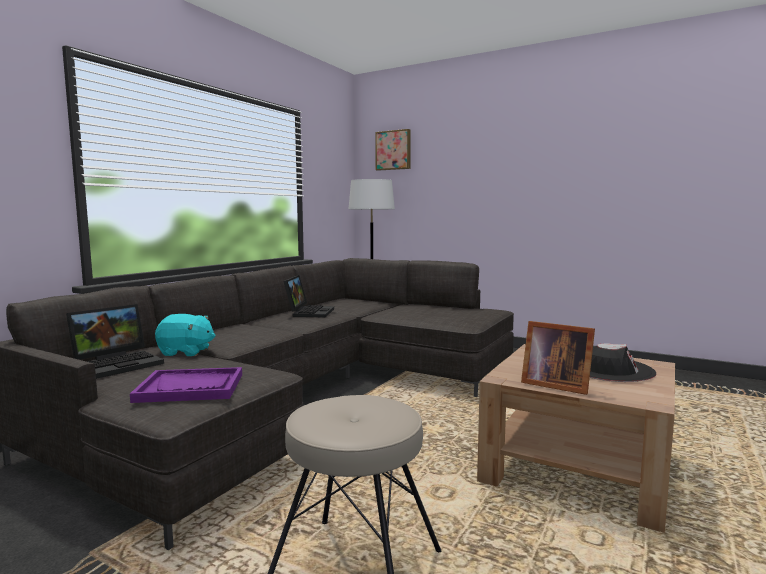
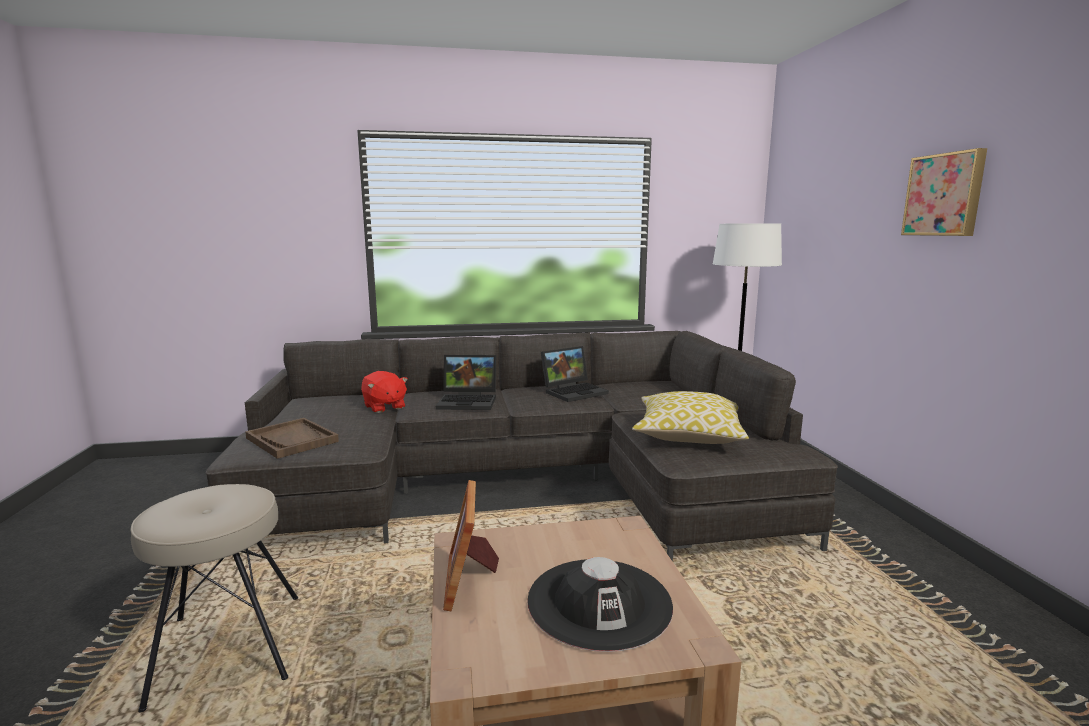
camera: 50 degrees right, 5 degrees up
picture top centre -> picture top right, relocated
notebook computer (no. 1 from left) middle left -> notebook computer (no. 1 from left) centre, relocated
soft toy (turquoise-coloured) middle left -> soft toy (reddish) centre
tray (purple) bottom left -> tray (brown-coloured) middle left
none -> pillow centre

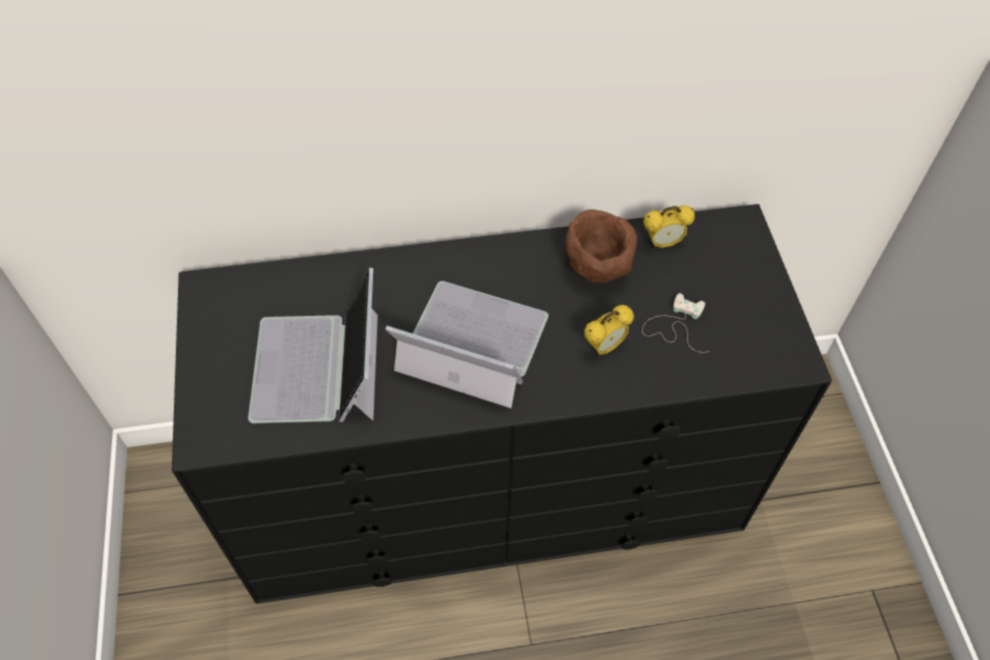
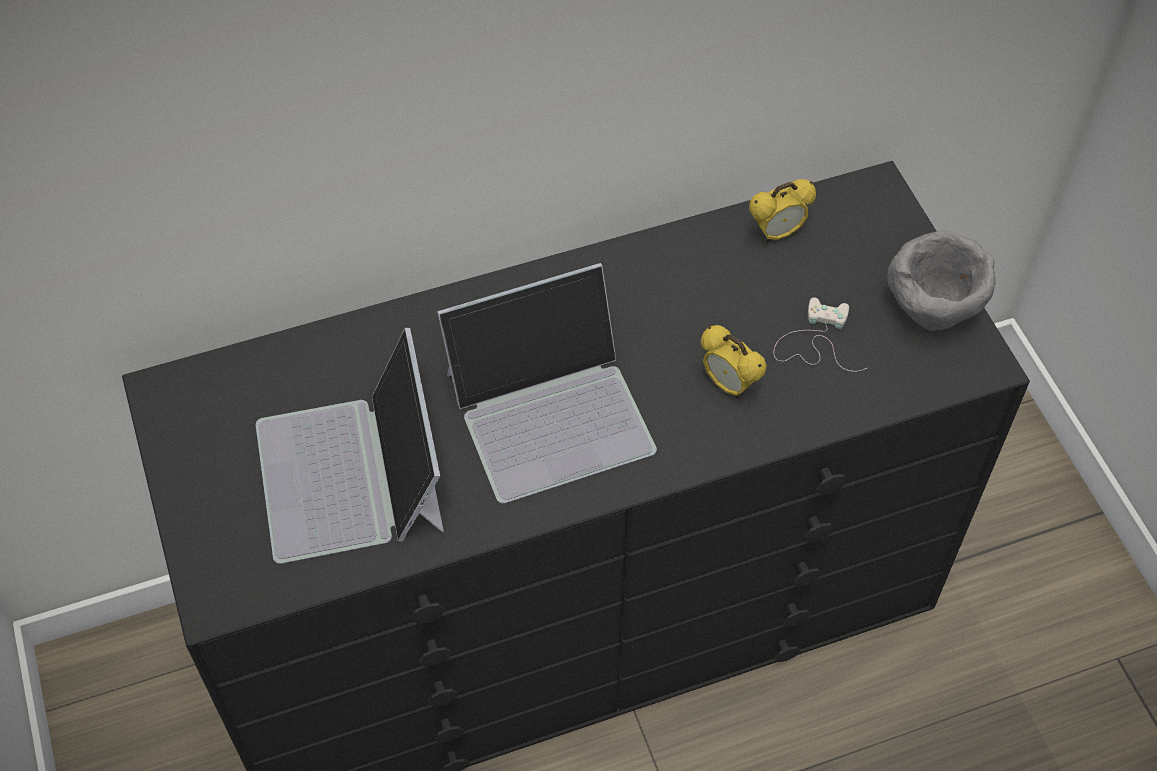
camera: 10 degrees left, 0 degrees up
serving bowl (brown-coloured) centre -> none
notebook computer (no. 2 from left) centre, 150 degrees clockwise
bedside clock (no. 1 from left) centre, 90 degrees clockwise
none -> serving bowl (greyish) middle right

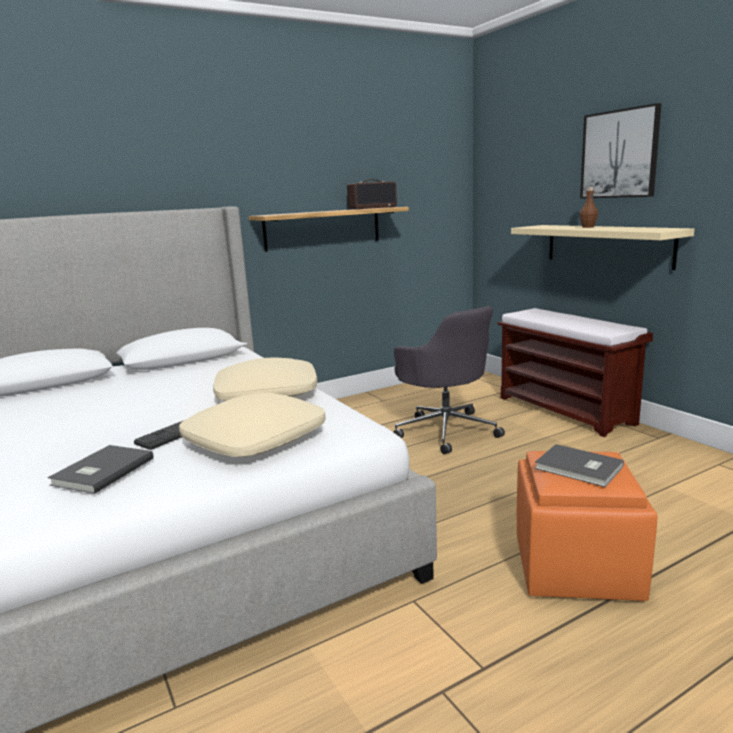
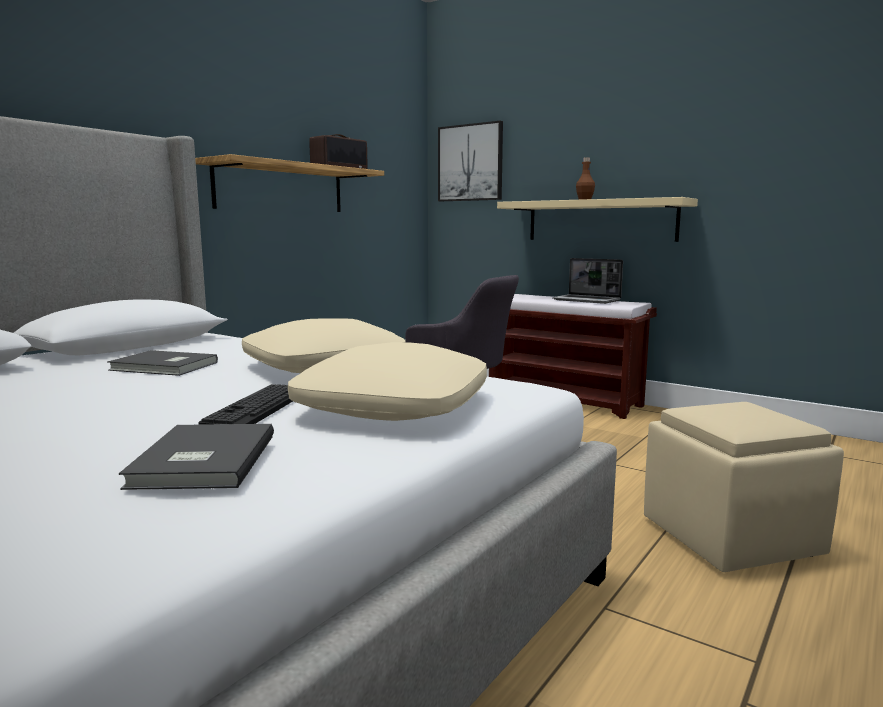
camera: 25 degrees left, 5 degrees down
picture top right -> picture top centre, relocated
bound book (greyish) (no. 2 from left in the first image) middle right -> bound book (greyish) (no. 1 from left) middle left, relocated
ottoman (orange) bottom right -> ottoman (beige) bottom right
none -> notebook computer centre

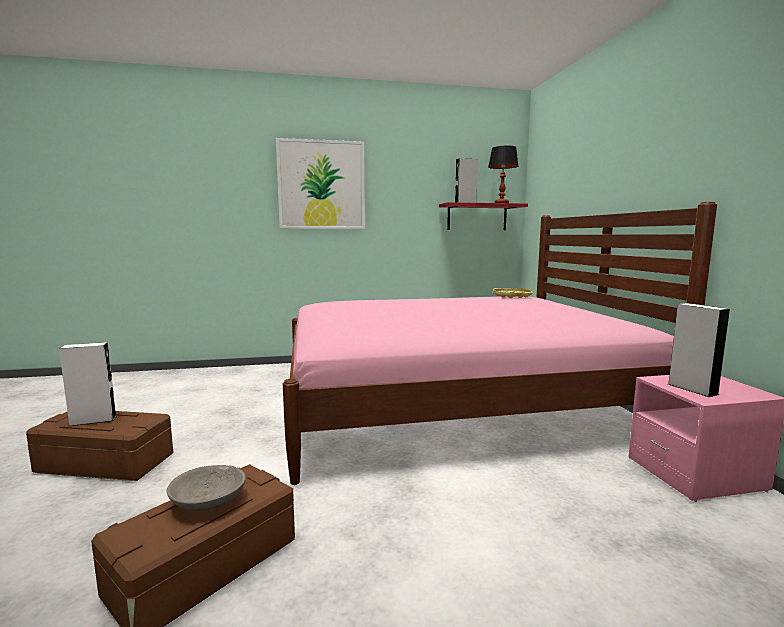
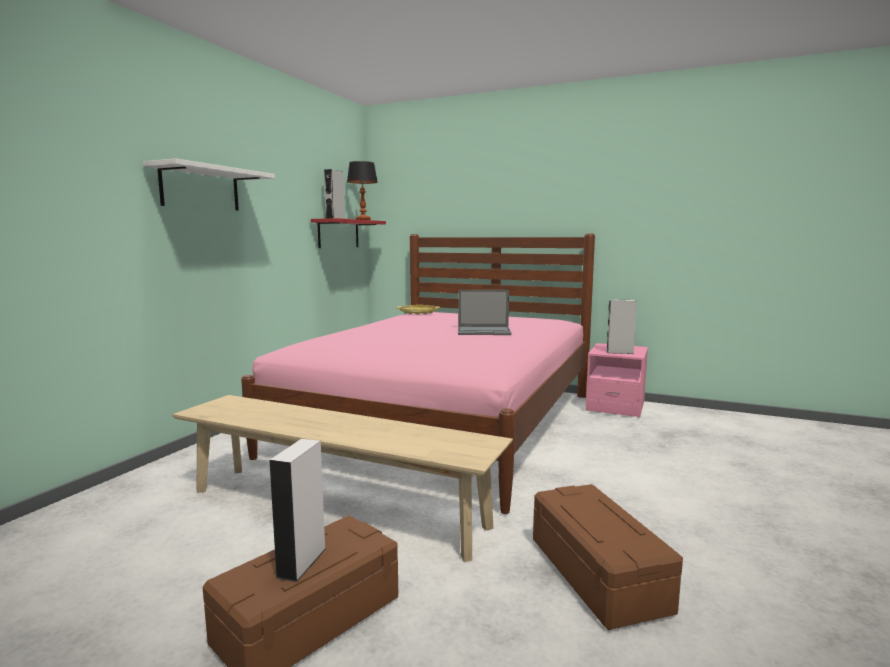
camera: 55 degrees left, 0 degrees up
picture top centre -> wall shelf (white-coloured) top left
serving bowl (greyish) bottom left -> none
none -> notebook computer centre
none -> indoor bench (beige) bottom centre

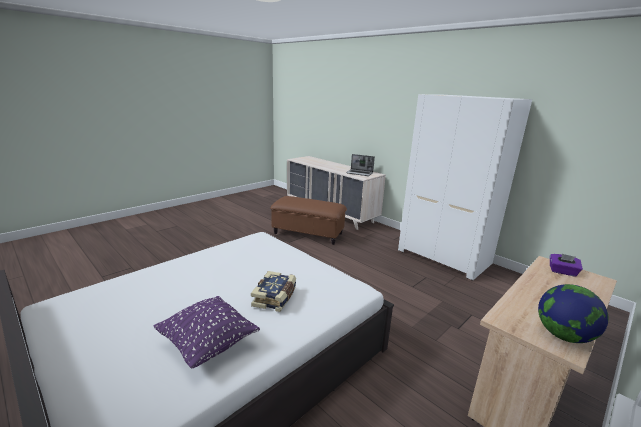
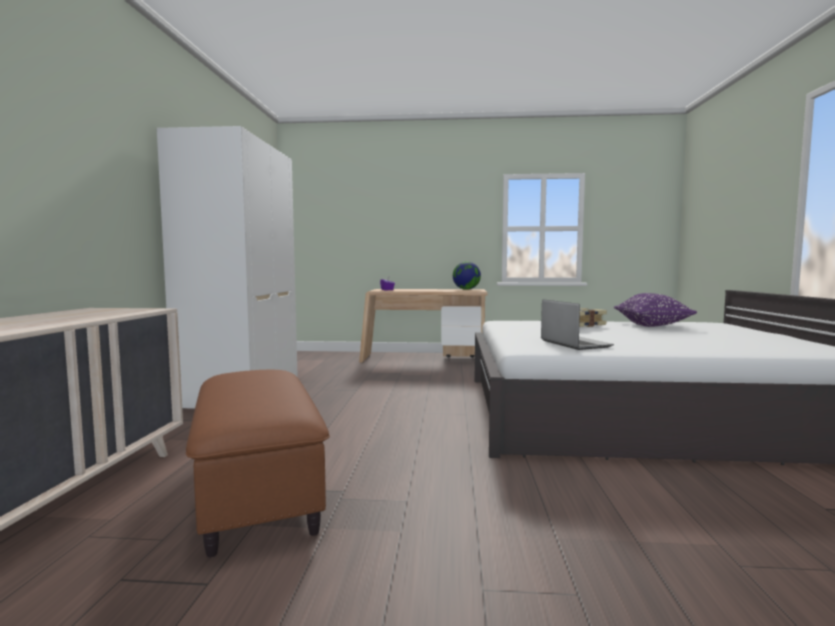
camera: 130 degrees left, 15 degrees down
notebook computer centre -> notebook computer middle right, relocated

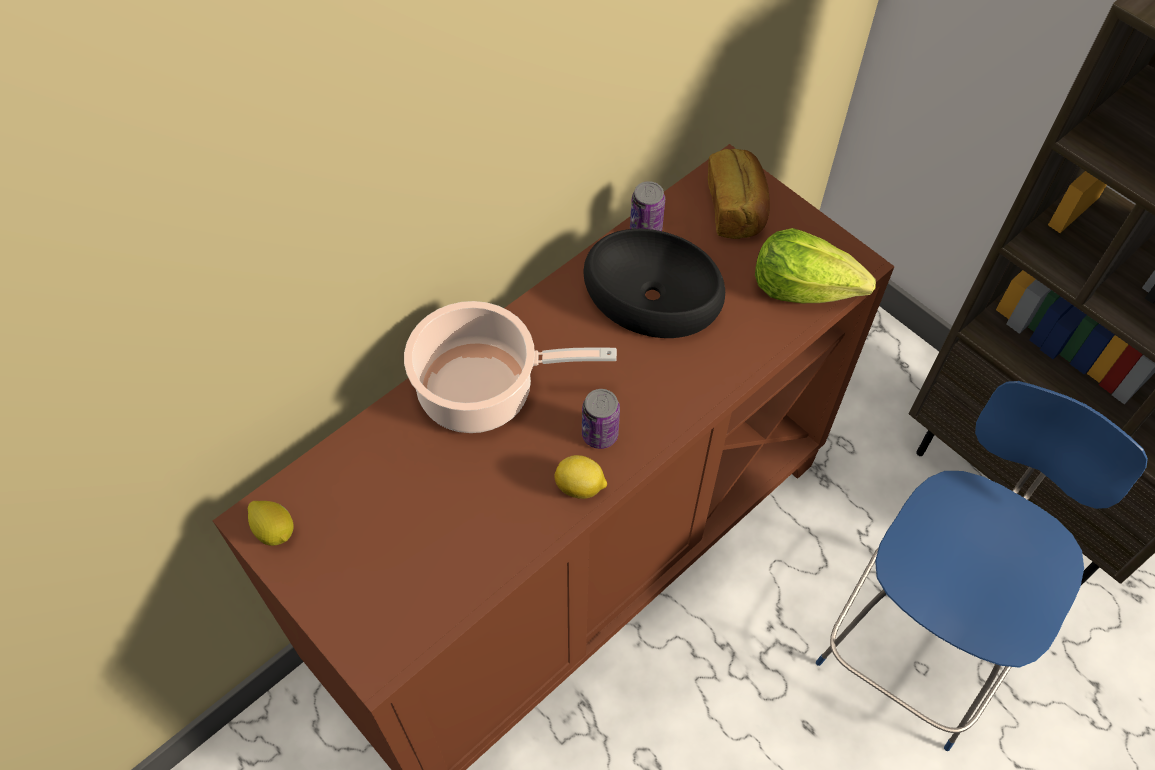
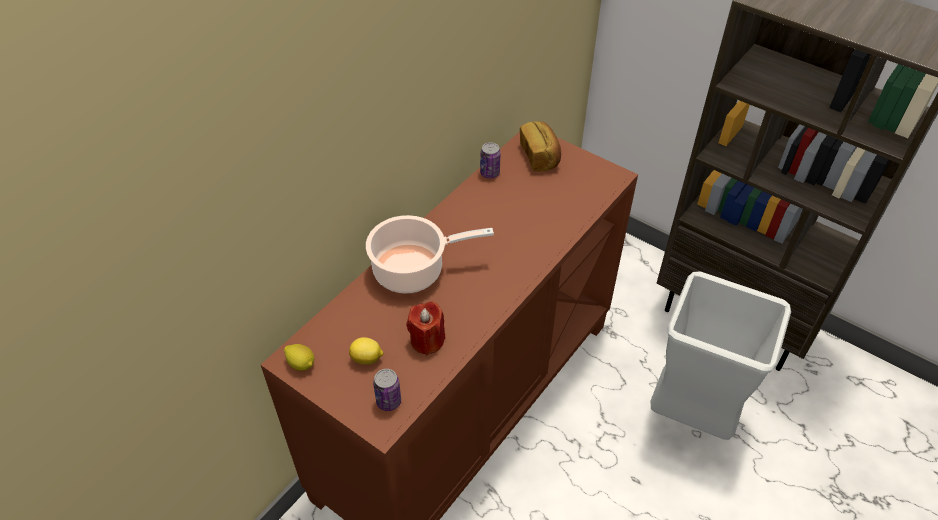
camera: 10 degrees left, 10 degrees down
lettuce head middle right -> none
serving bowl (black) centre -> none
plain chair (blue) bottom right -> waste bin (greyish) bottom right
metal can (no. 1 from left) centre -> metal can (no. 1 from left) bottom centre, relocated
citrus fruit (no. 2 from left) centre -> citrus fruit (no. 2 from left) bottom centre, relocated
none -> wax candle (reddish) centre

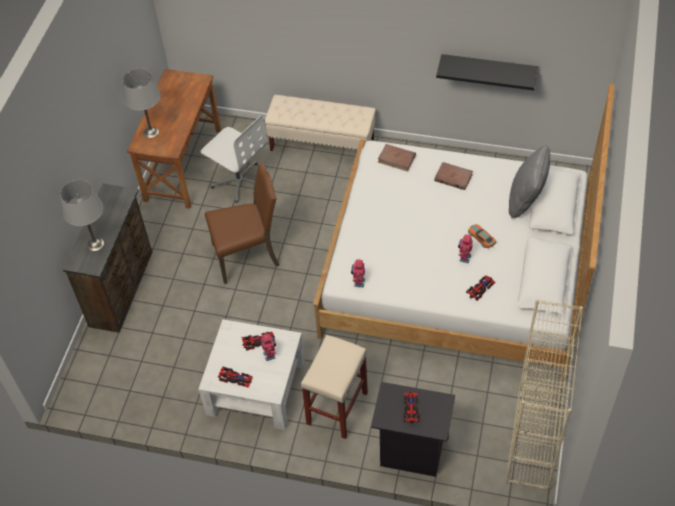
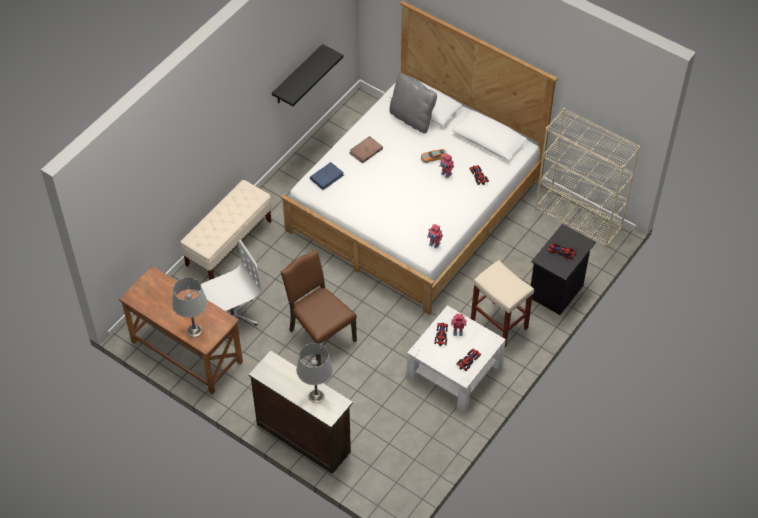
camera: 70 degrees left, 0 degrees up
bound book (brown-coloured) (no. 1 from left) top centre -> bound book (blue) centre
plain chair (brown-coloured) centre, 45 degrees counterclockwise

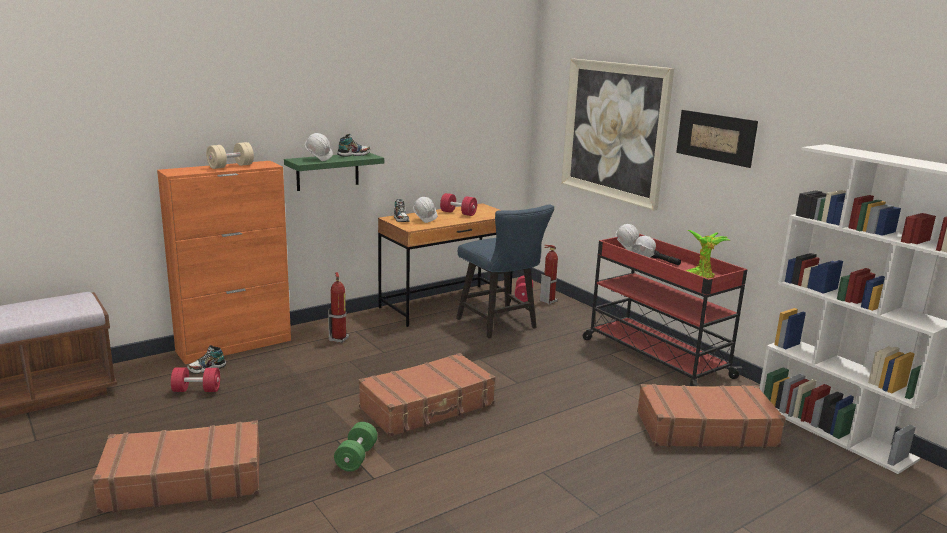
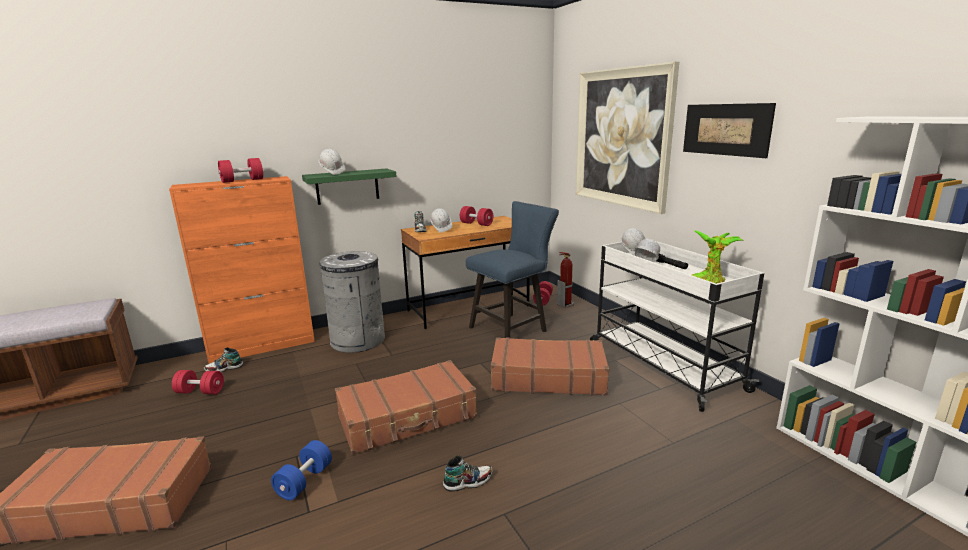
camera: 10 degrees right, 0 degrees up
low shoe (no. 2 from left in the first image) top centre -> low shoe (no. 3 from left) bottom centre, relocated
hand weight (beige) top left -> hand weight (reddish) (no. 2 from left) top left
plain chair (blue) centre, 105 degrees counterclockwise
wheeled cart (reddish) middle right -> wheeled cart (white-coloured) middle right
fire extinguisher (no. 1 from left) centre -> waste bin (greyish) centre
piece of luggage (brown-coloured) (no. 3 from left) bottom right -> piece of luggage (brown-coloured) (no. 3 from left) centre, relocated
hand weight (green-coloured) bottom centre -> hand weight (blue) bottom left

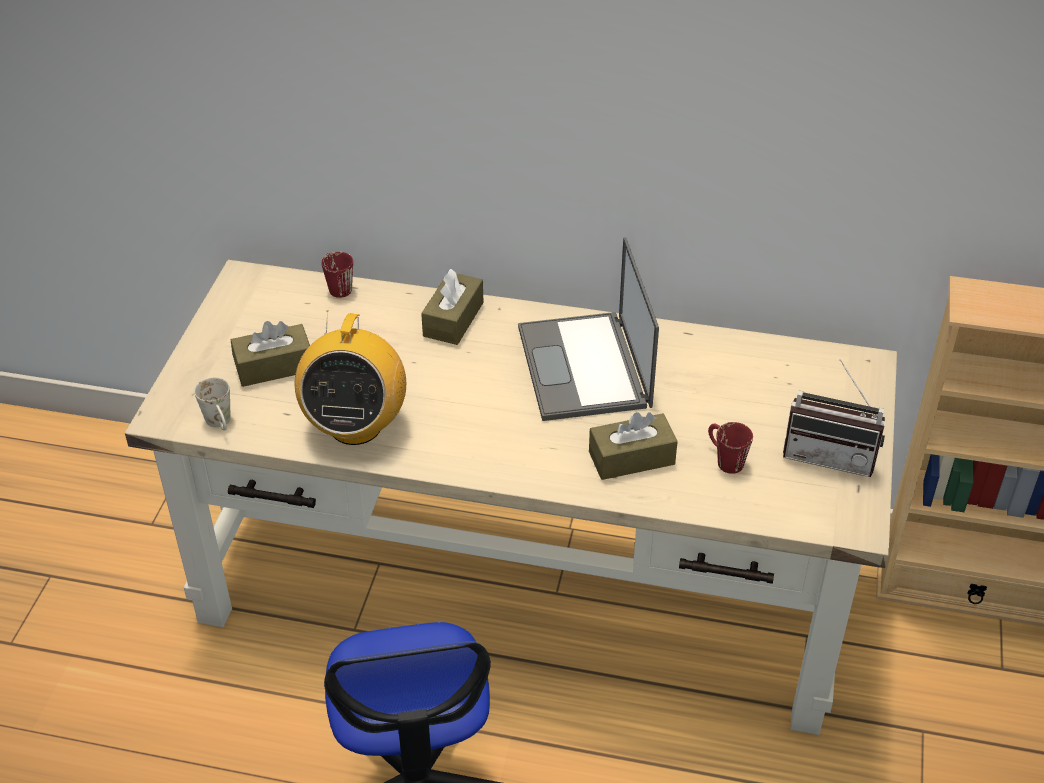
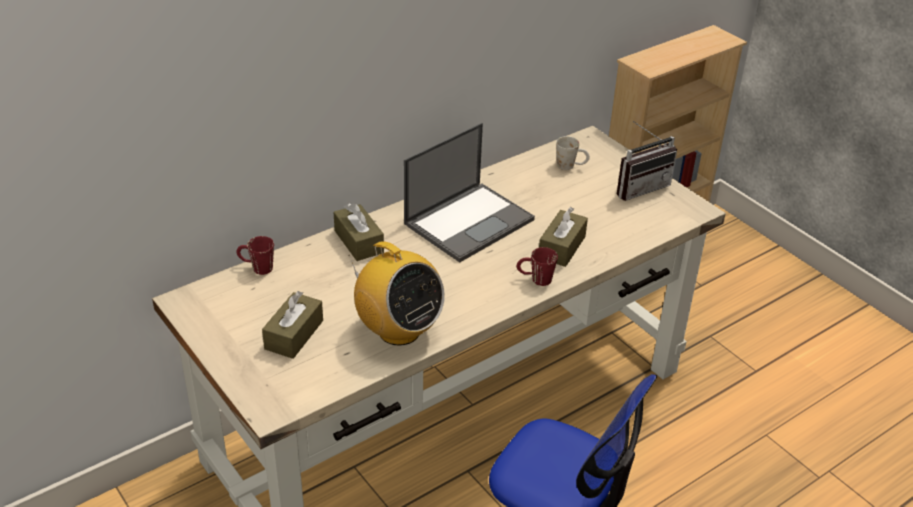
camera: 50 degrees left, 5 degrees down
notebook computer centre, 75 degrees counterclockwise
tea mug (white-coloured) middle left -> tea mug (white-coloured) top centre, relocated
tea mug (reddish) (no. 2 from left) middle right -> tea mug (reddish) (no. 2 from left) centre, relocated

